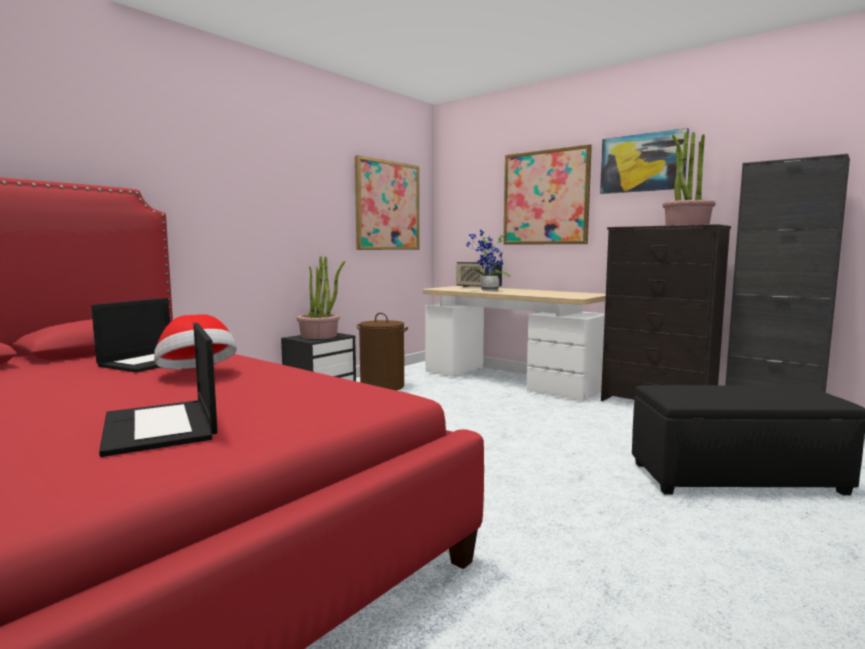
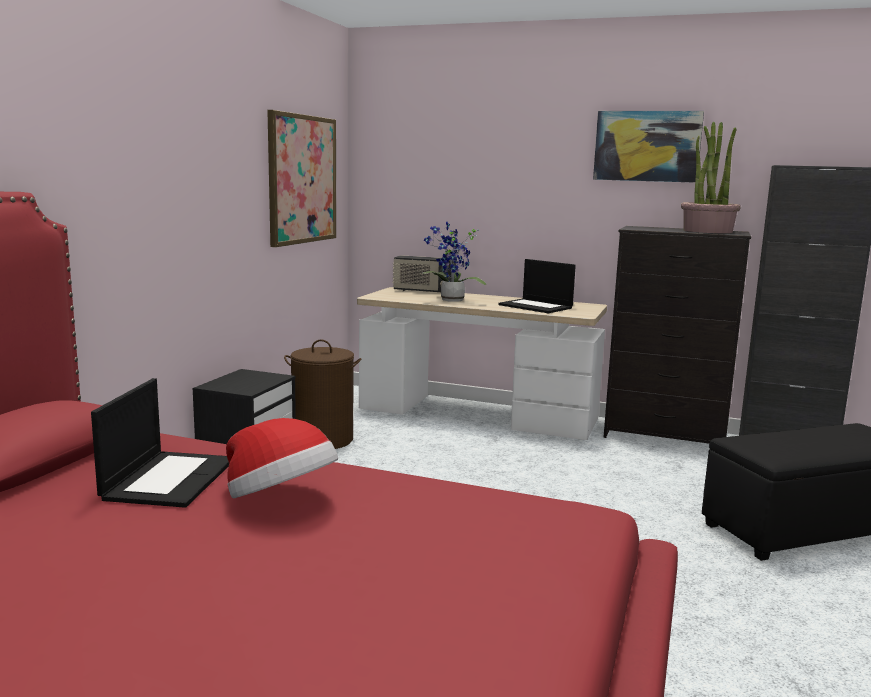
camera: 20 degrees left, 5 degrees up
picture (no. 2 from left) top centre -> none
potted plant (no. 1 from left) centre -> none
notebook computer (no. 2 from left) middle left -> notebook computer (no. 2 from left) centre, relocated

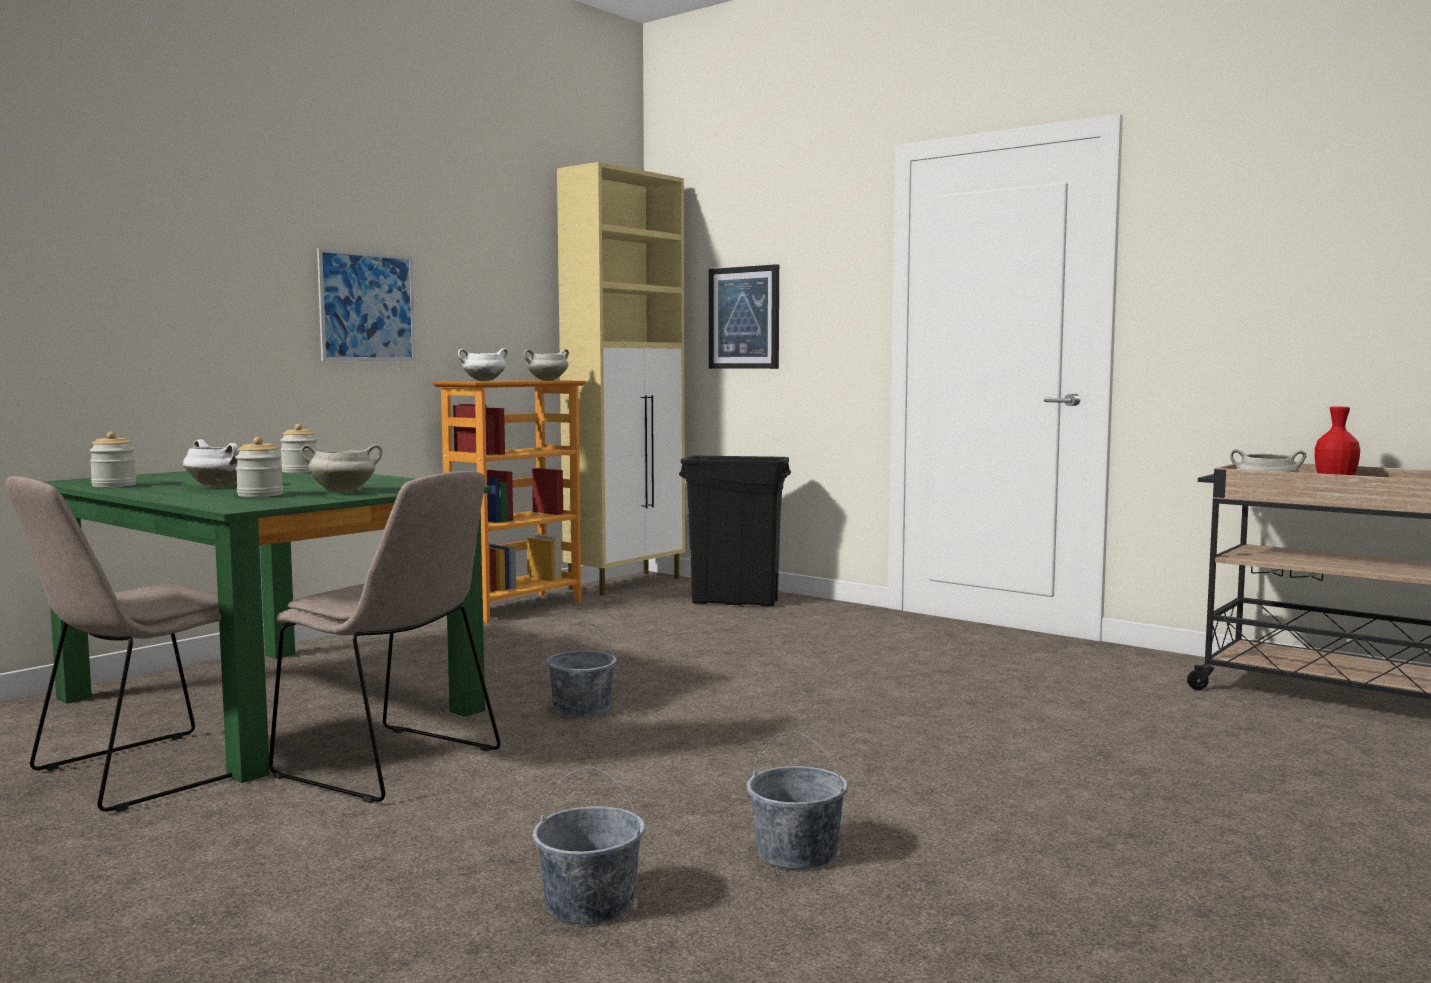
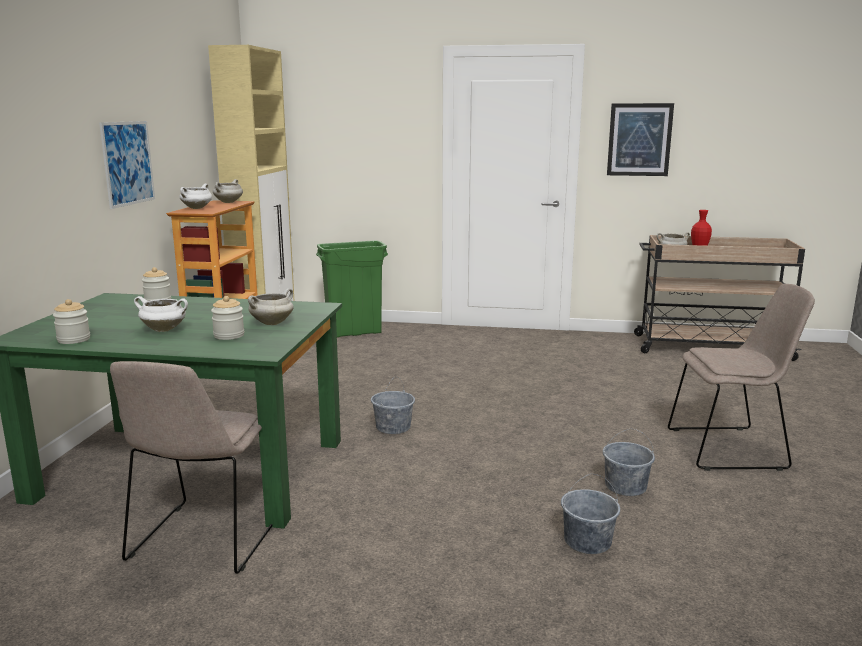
camera: 30 degrees left, 10 degrees up
picture (no. 2 from left) top centre -> picture (no. 2 from left) top right, relocated
waste bin (black) centre -> waste bin (green-coloured) centre
plain chair (beige) (no. 2 from left) middle left -> plain chair (beige) (no. 2 from left) middle right, relocated

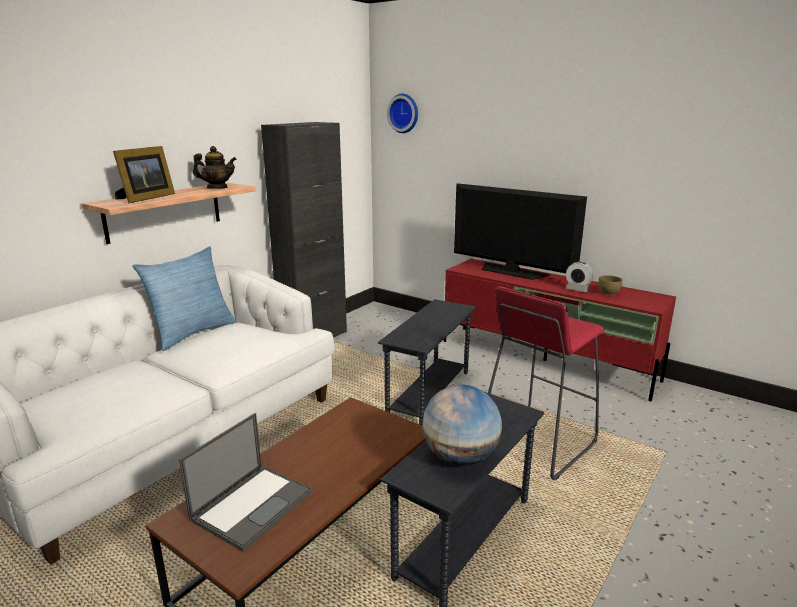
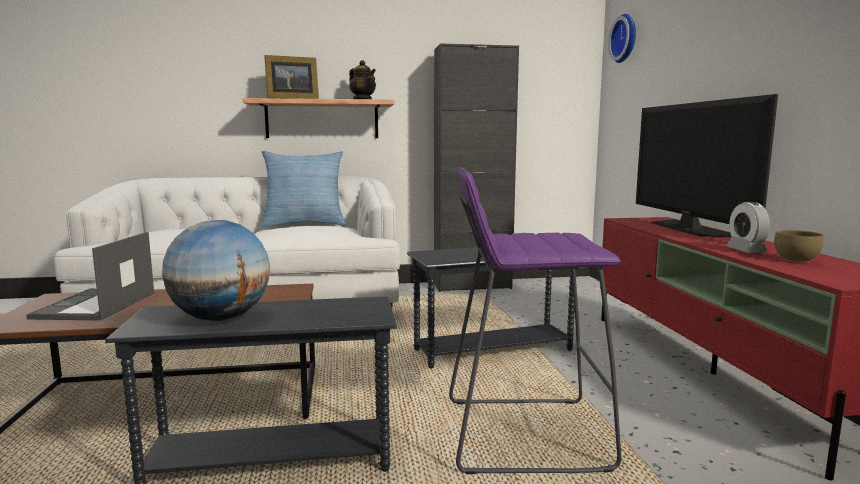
camera: 45 degrees right, 10 degrees down
stool (reddish) middle right -> stool (purple) centre
notebook computer bottom left -> notebook computer middle left, 105 degrees clockwise

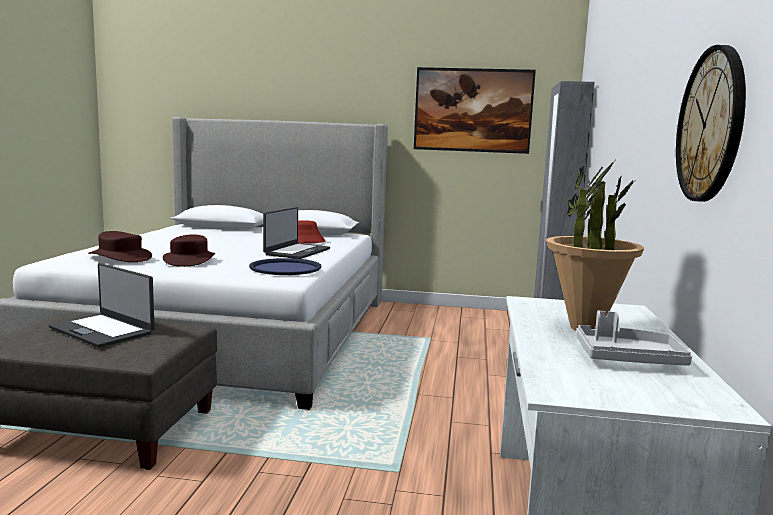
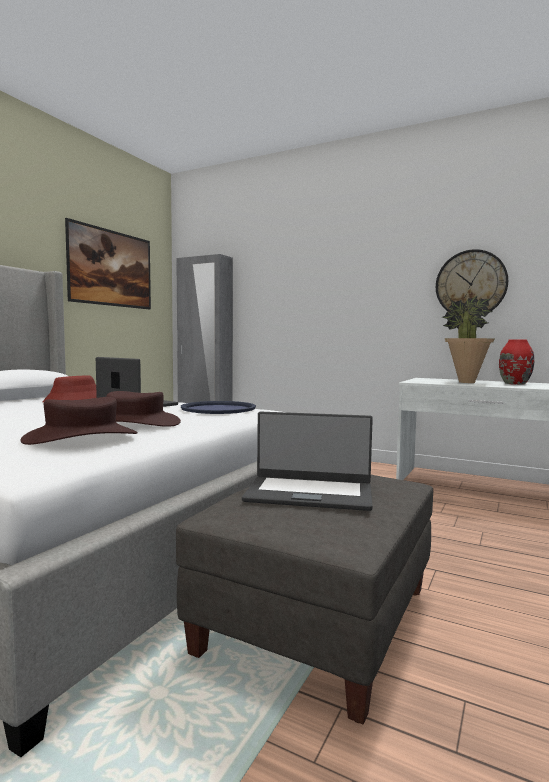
camera: 70 degrees left, 5 degrees down
notebook computer (no. 1 from left in the first image) middle left -> notebook computer (no. 2 from left) centre, 45 degrees clockwise
tray (greyish) middle right -> decorative vase (reddish) middle right

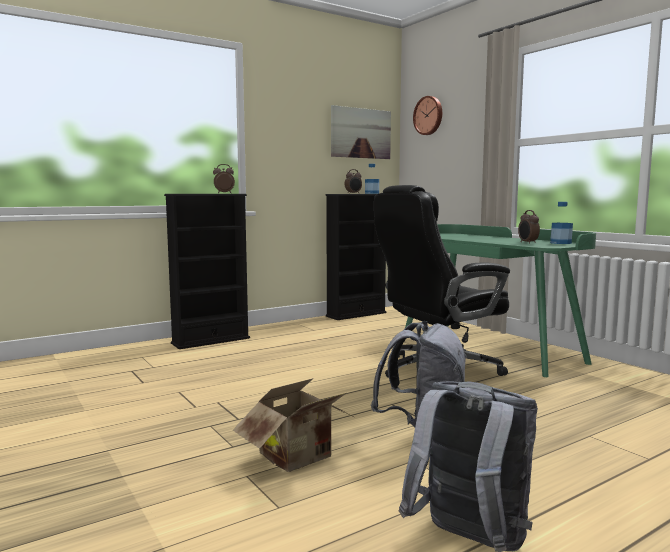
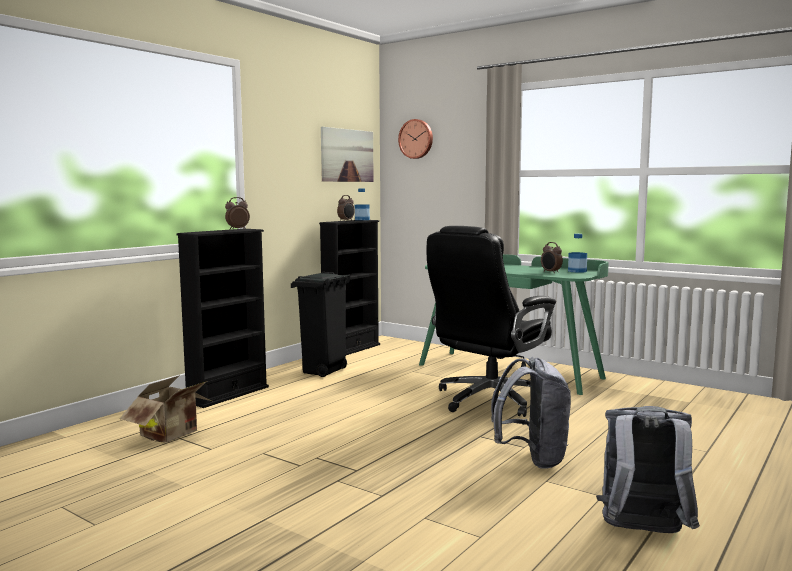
camera: 20 degrees left, 0 degrees up
packing box bottom centre -> packing box bottom left, relocated
none -> waste bin (black) centre

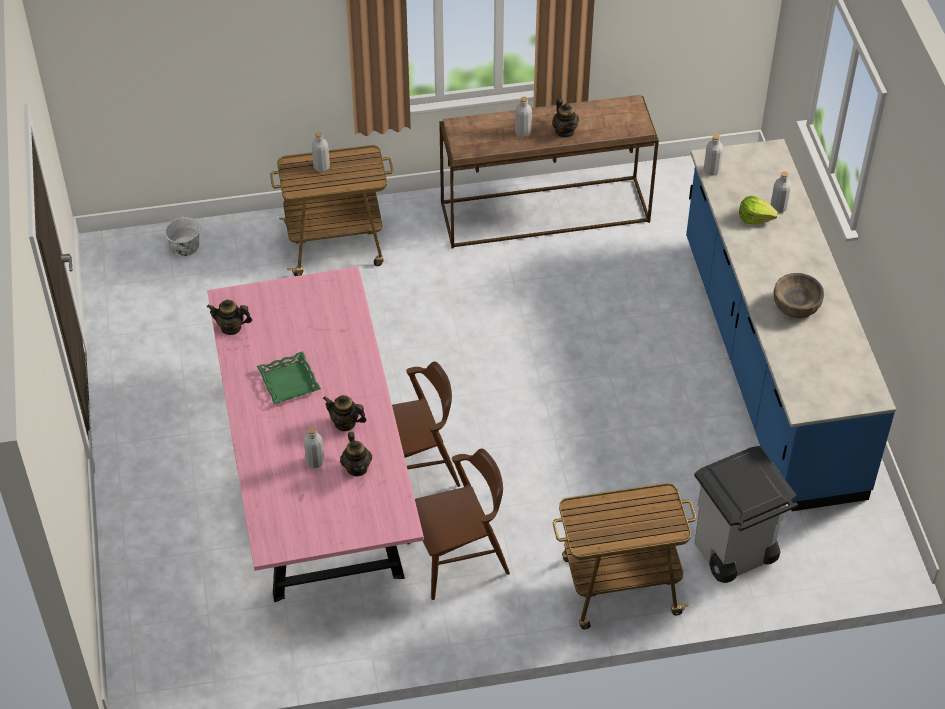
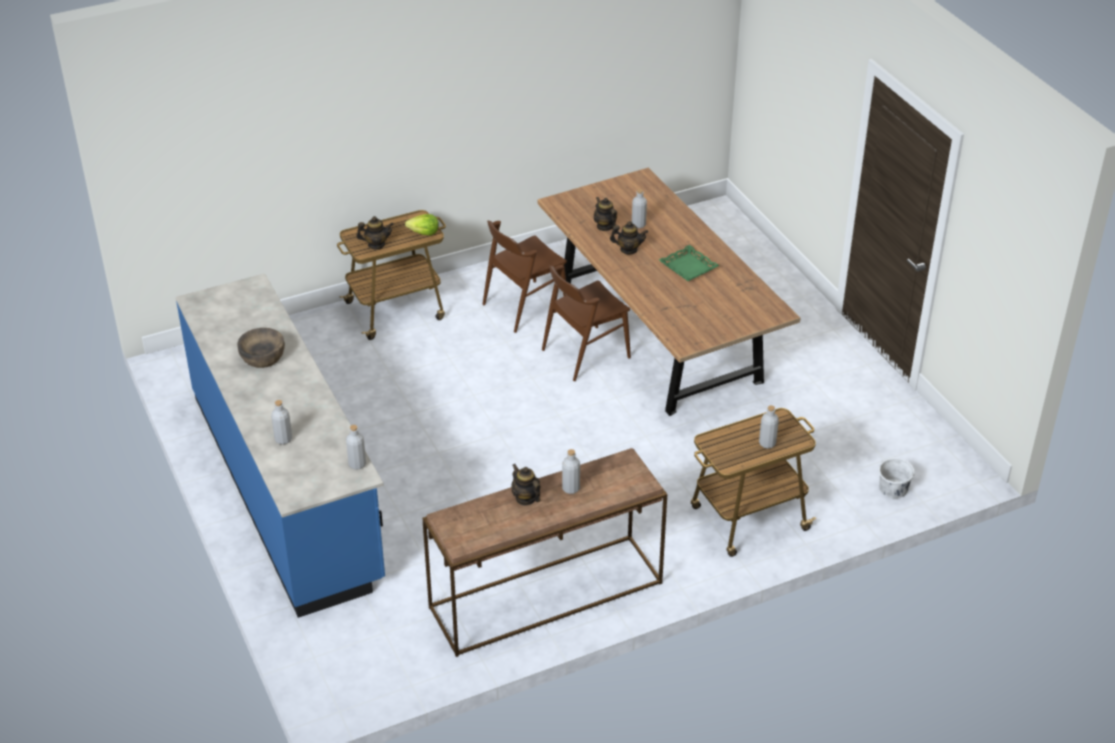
camera: 165 degrees right, 10 degrees down
lettuce head top right -> lettuce head top centre, relocated
dining table (pink-coloured) centre -> dining table (brown-coloured) centre
teapot (no. 1 from left) middle left -> teapot (no. 1 from left) top centre, relocated
waste bin (greyish) bottom right -> none

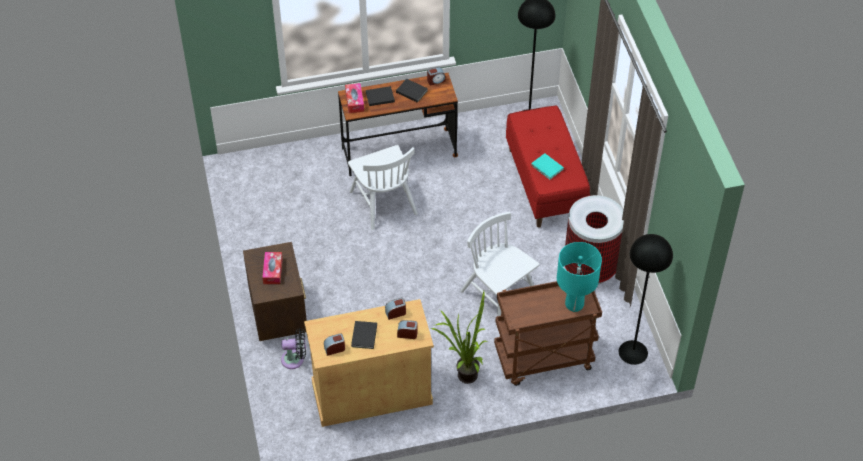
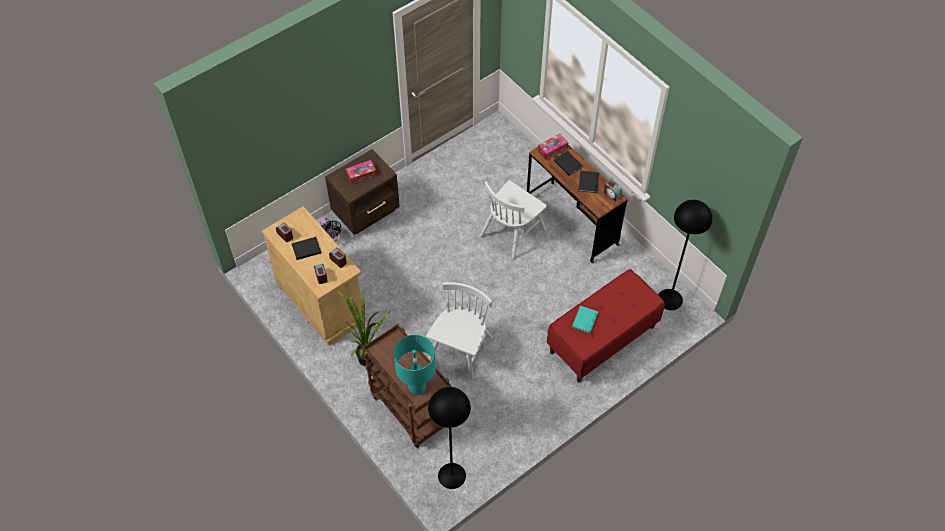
camera: 65 degrees right, 5 degrees up
waste bin middle right -> none

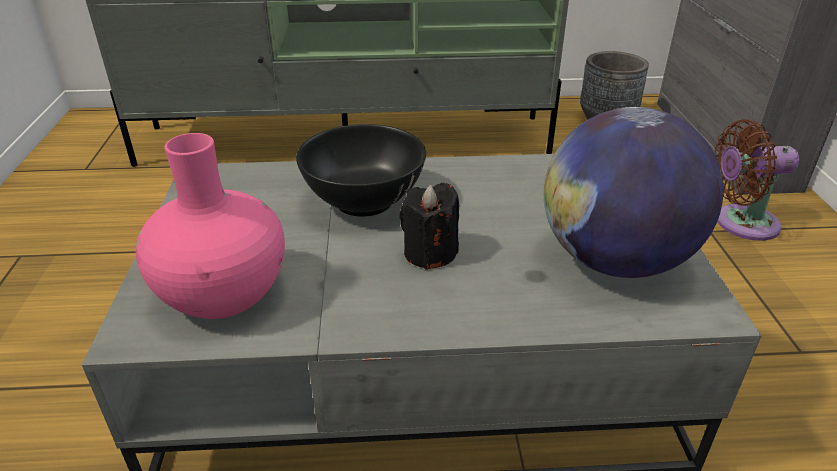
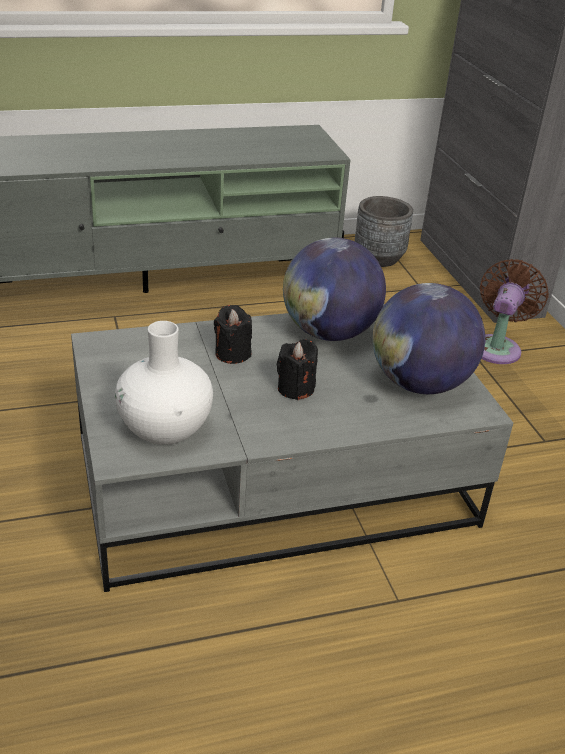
camera: 15 degrees left, 0 degrees up
fan (brown-coloured) middle right, 135 degrees clockwise
serving bowl (black) centre -> wax candle (black) (no. 1 from left) centre
decorative vase (pink-coloured) middle left -> decorative vase (white-coloured) middle left
none -> globe (no. 1 from left) centre

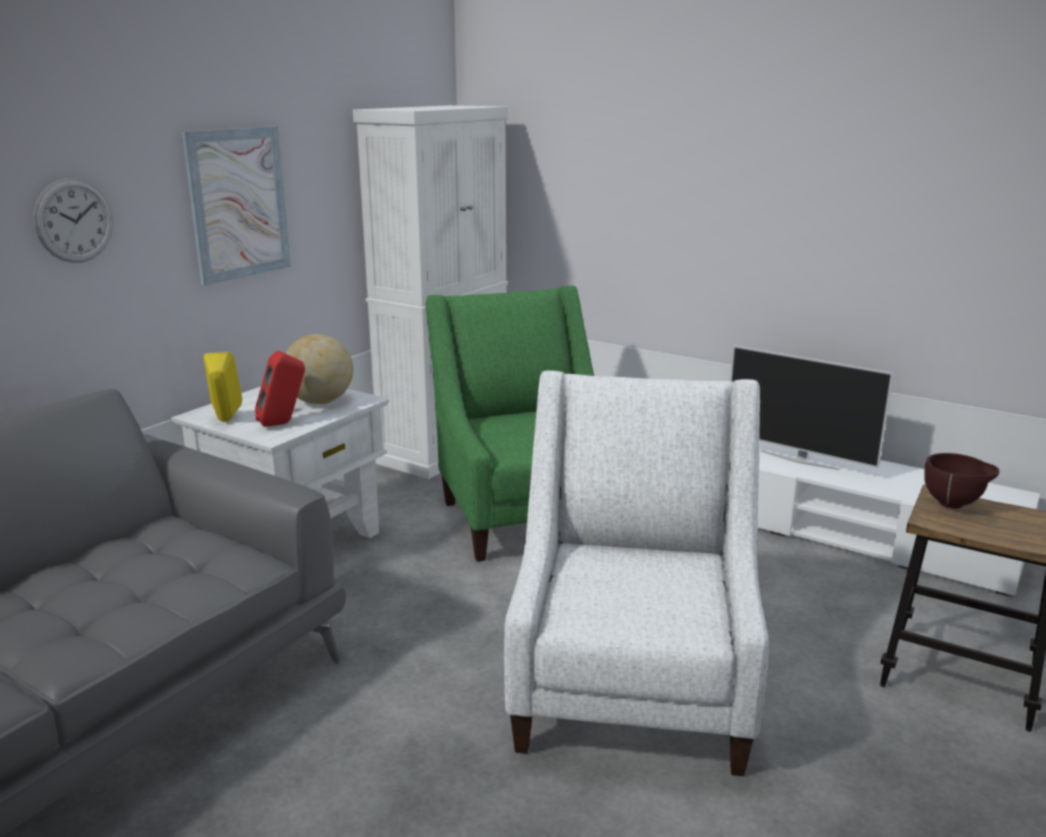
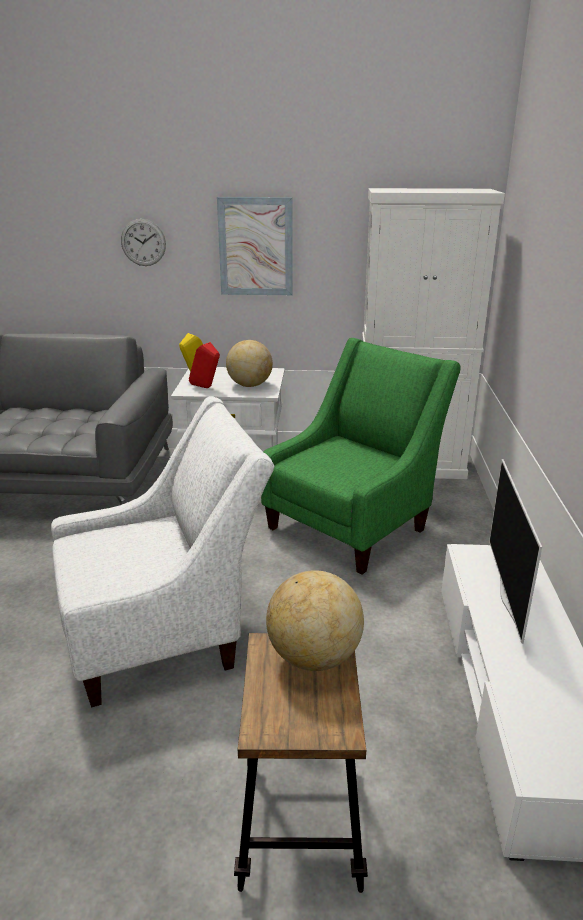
camera: 60 degrees right, 5 degrees up
serving bowl (brown-coloured) middle right -> globe (no. 2 from left) bottom centre

